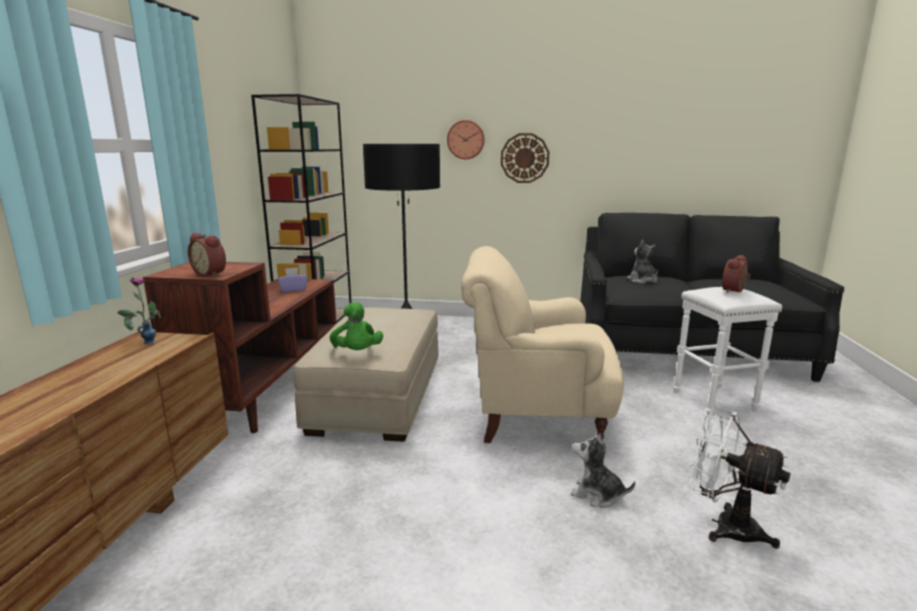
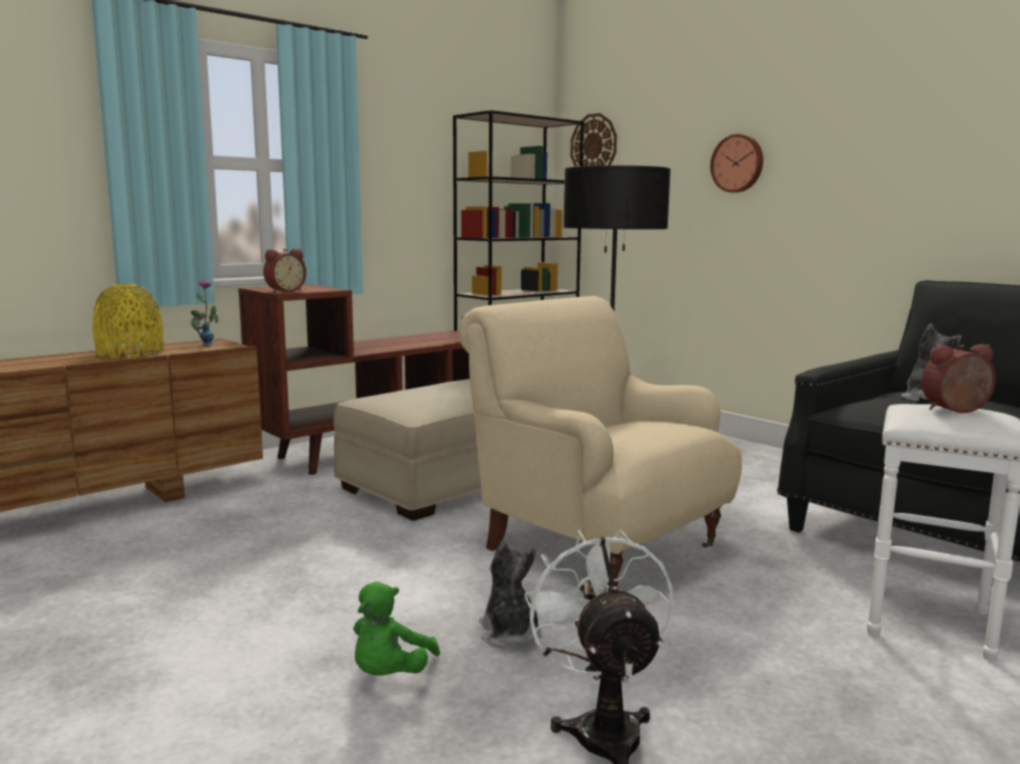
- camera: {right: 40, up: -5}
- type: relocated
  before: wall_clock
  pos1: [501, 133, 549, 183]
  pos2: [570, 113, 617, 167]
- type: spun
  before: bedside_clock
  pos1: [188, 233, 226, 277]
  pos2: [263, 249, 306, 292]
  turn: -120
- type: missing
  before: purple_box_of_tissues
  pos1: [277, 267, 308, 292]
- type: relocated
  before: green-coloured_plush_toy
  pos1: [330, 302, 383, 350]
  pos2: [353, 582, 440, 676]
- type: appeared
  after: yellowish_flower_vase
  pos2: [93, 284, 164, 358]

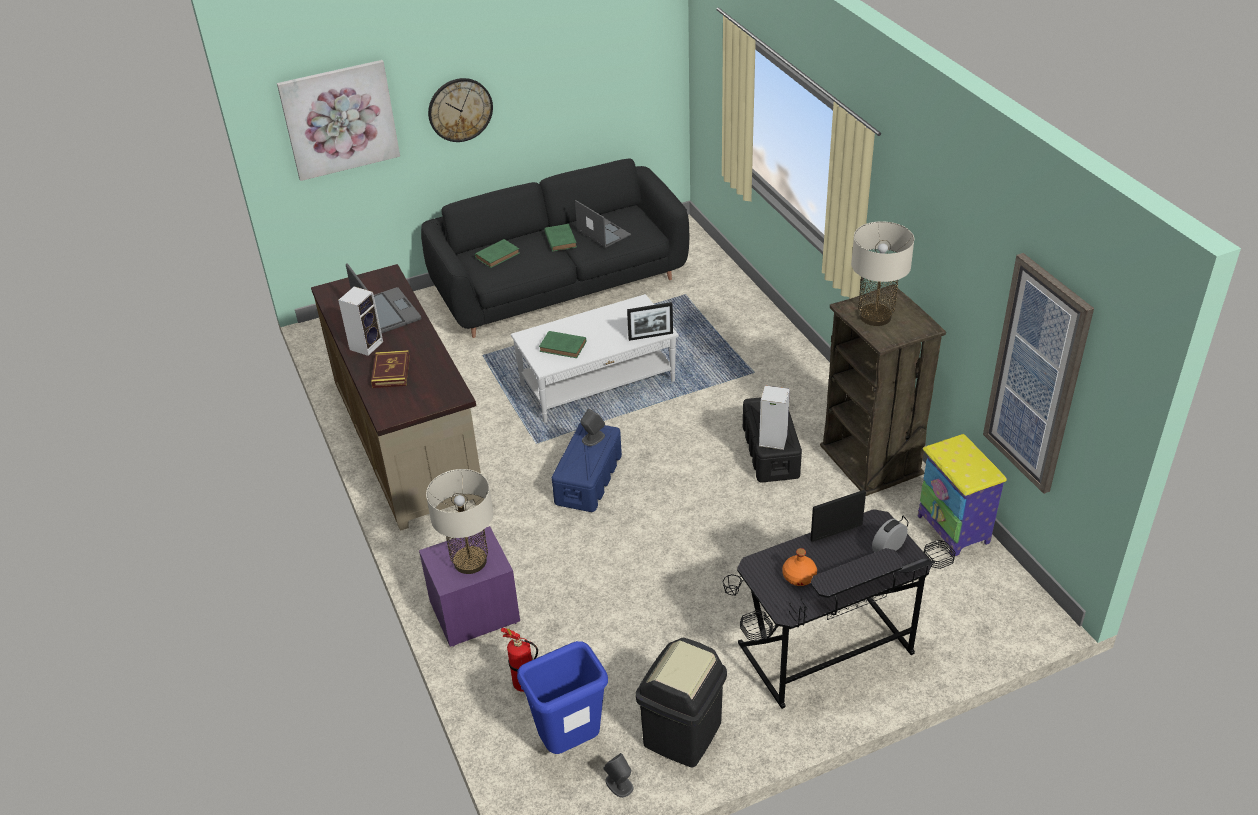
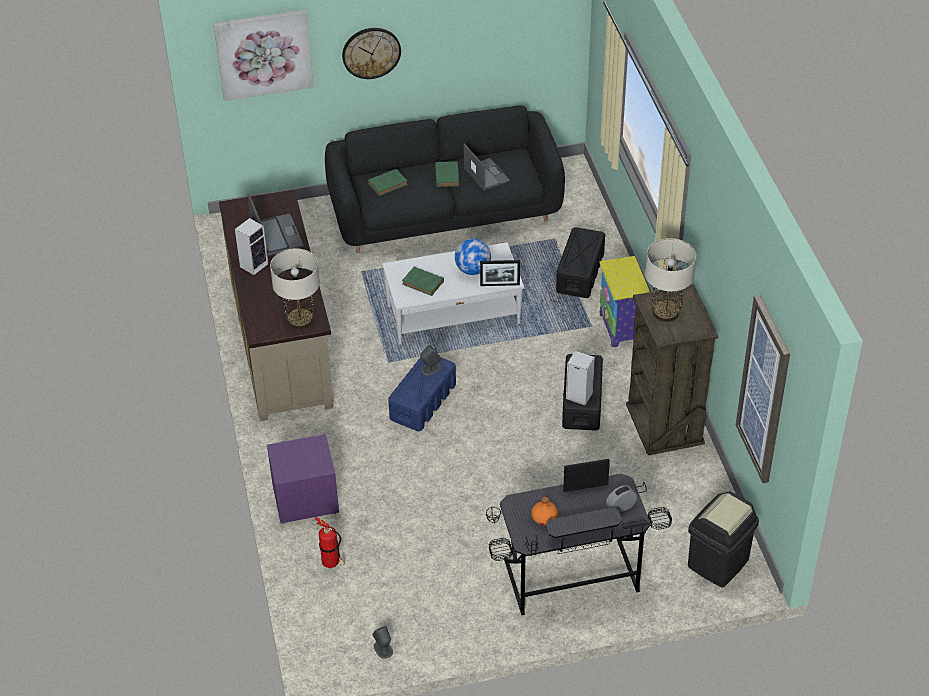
- camera: {right: 10, up: 5}
- type: missing
  before: bound_book
  pos1: [371, 350, 410, 388]
- type: relocated
  before: night_table
  pos1: [918, 434, 1007, 556]
  pos2: [599, 256, 650, 347]
- type: relocated
  before: table_lamp
  pos1: [426, 469, 493, 574]
  pos2: [270, 248, 320, 329]
- type: relocated
  before: black_waste_bin
  pos1: [636, 638, 727, 767]
  pos2: [688, 491, 759, 587]
- type: missing
  before: blue_waste_bin
  pos1: [517, 641, 608, 754]
- type: appeared
  after: black_storage_container
  pos2: [556, 227, 605, 298]
- type: appeared
  after: world_globe
  pos2: [455, 238, 491, 275]

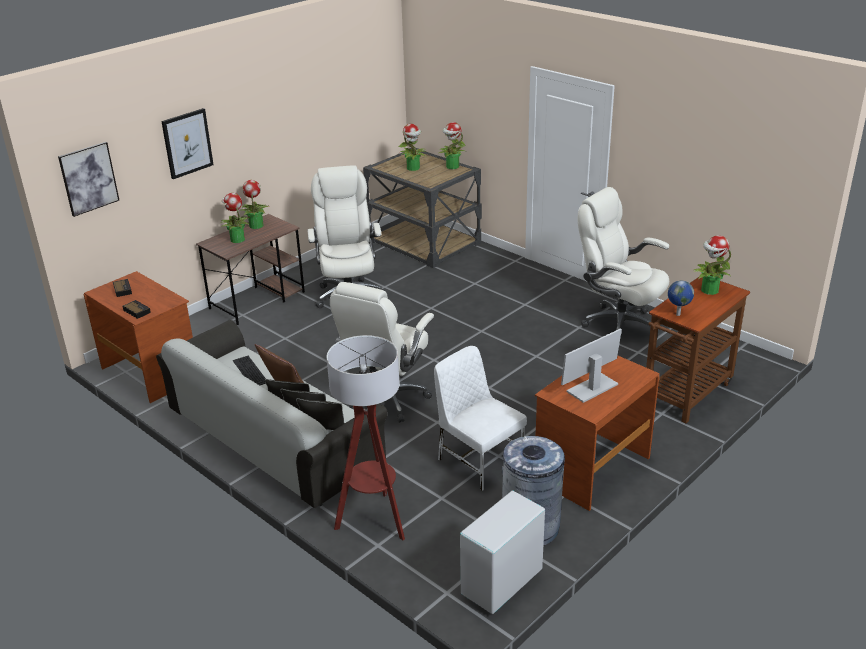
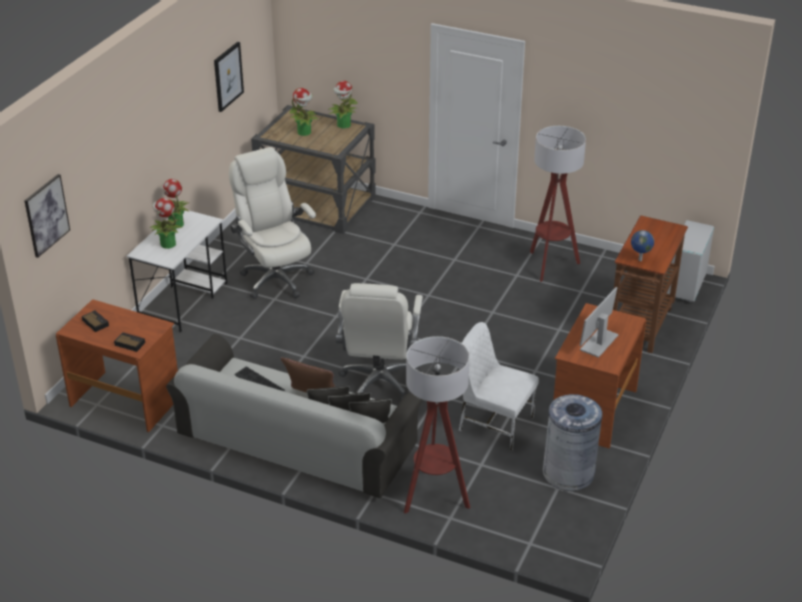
- camera: {right: -20, up: 5}
- type: relocated
  before: wall_picture
  pos1: [161, 108, 214, 179]
  pos2: [214, 42, 244, 112]
- type: exchanged
  before: whitish_desk_chair
  after: standard_lamp
  pos1: [578, 187, 669, 332]
  pos2: [530, 126, 586, 282]
- type: colour
  before: brownish_desk
  after: whitish_desk
  pos1: [196, 214, 305, 325]
  pos2: [127, 210, 227, 333]
- type: missing
  before: potted_plant
  pos1: [694, 235, 731, 295]
- type: relocated
  before: whitish_night_table
  pos1: [460, 491, 545, 614]
  pos2: [666, 220, 714, 302]

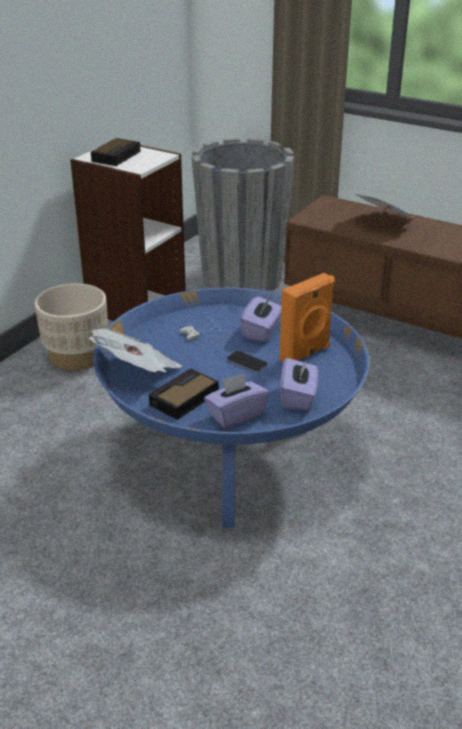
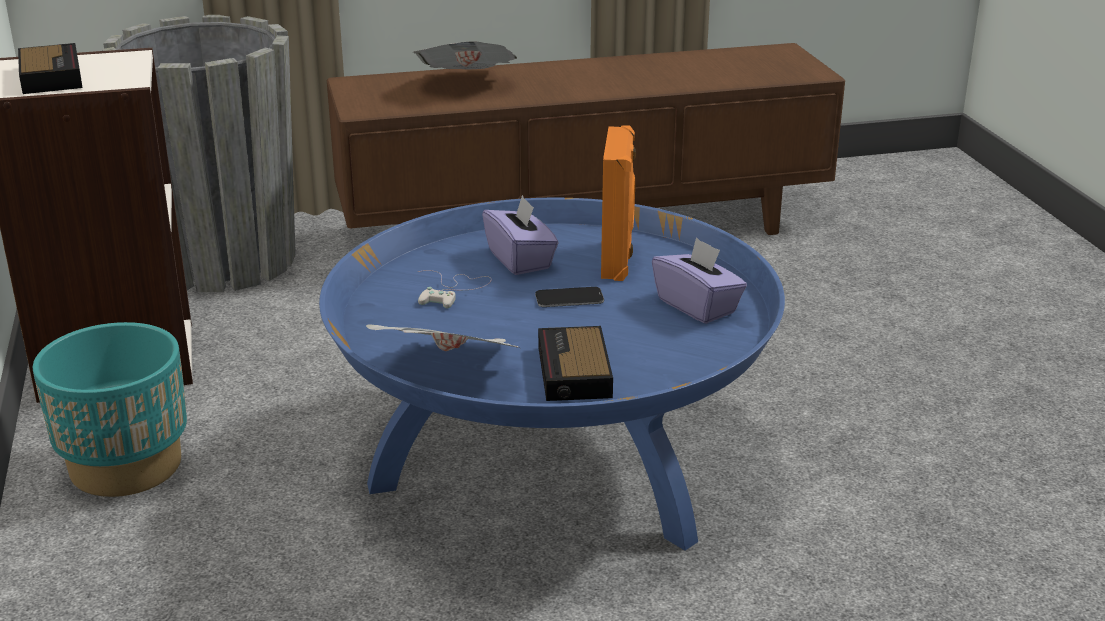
- camera: {right: -45, up: -5}
- type: colour
  before: beige-coloured_plant_pot
  after: turquoise-coloured_plant_pot
  pos1: [35, 283, 108, 370]
  pos2: [33, 322, 187, 497]
- type: missing
  before: purple_box_of_tissues
  pos1: [204, 373, 269, 429]

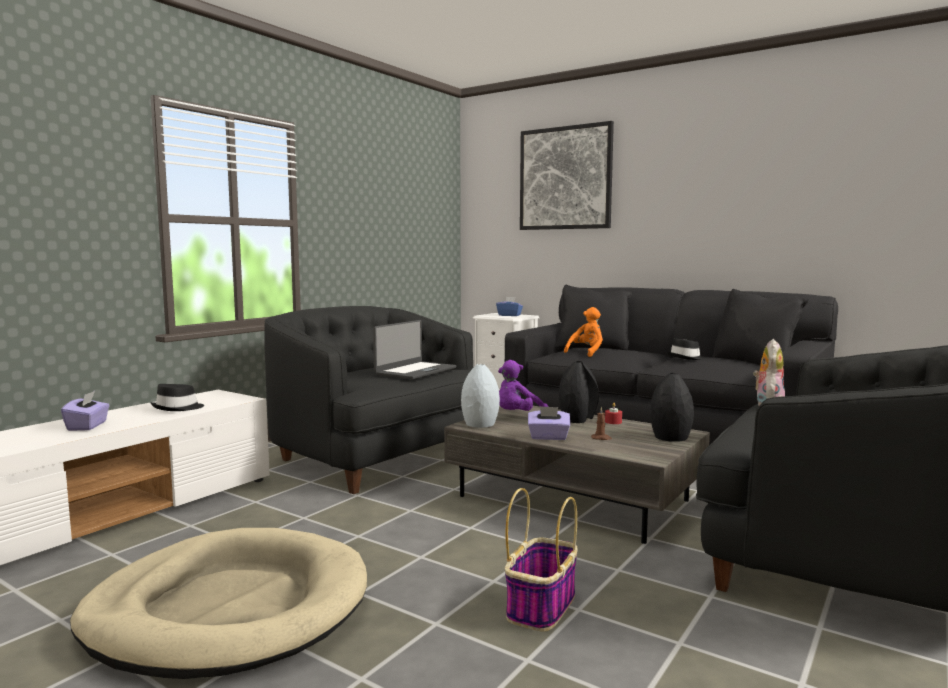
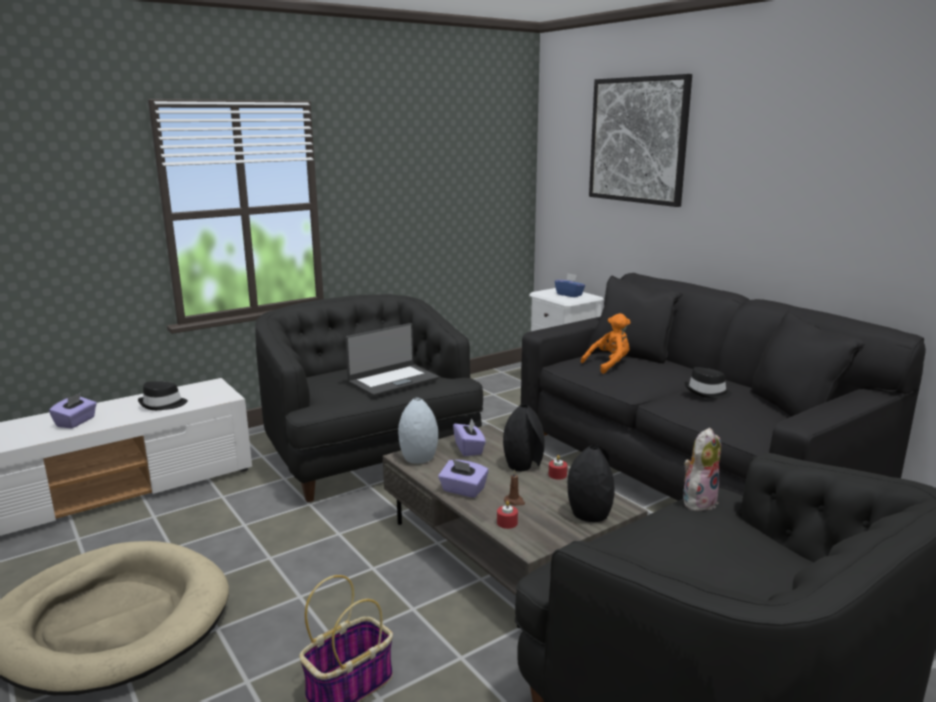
- camera: {right: 20, up: 10}
- type: exchanged
  before: purple_plush_toy
  after: purple_box_of_tissues
  pos1: [498, 360, 548, 411]
  pos2: [453, 418, 486, 456]
- type: appeared
  after: red_wax_light
  pos2: [497, 501, 518, 529]

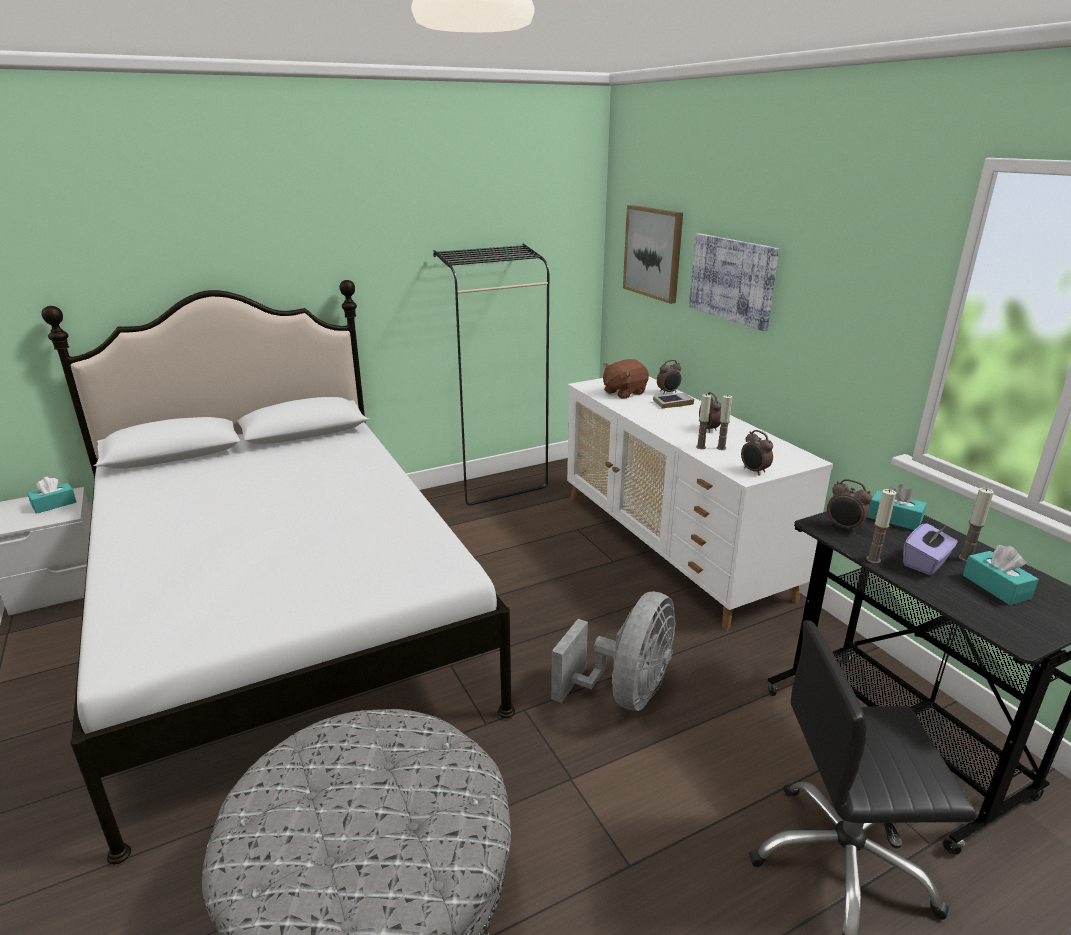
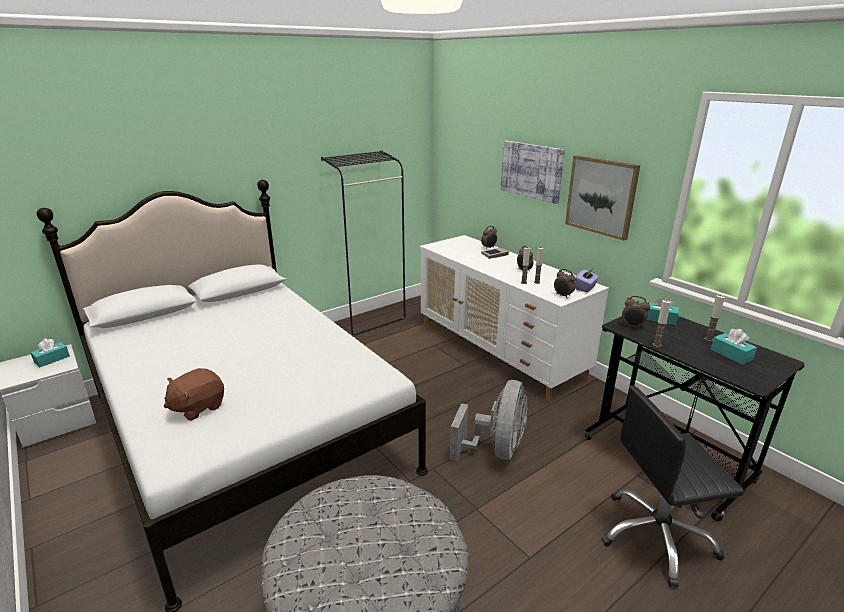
- camera: {right: -10, up: 0}
- type: relocated
  before: wall_picture
  pos1: [623, 205, 683, 304]
  pos2: [565, 155, 640, 241]
- type: relocated
  before: brownish_plush_toy
  pos1: [603, 359, 649, 399]
  pos2: [164, 368, 224, 421]
- type: relocated
  before: purple_box_of_tissues
  pos1: [903, 523, 958, 575]
  pos2: [575, 269, 599, 292]

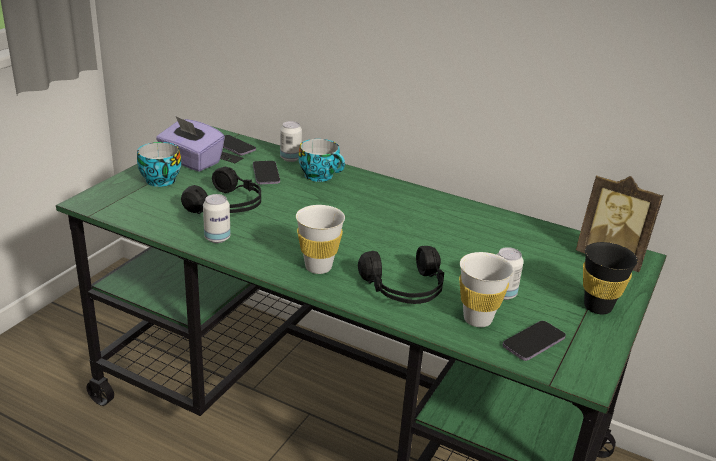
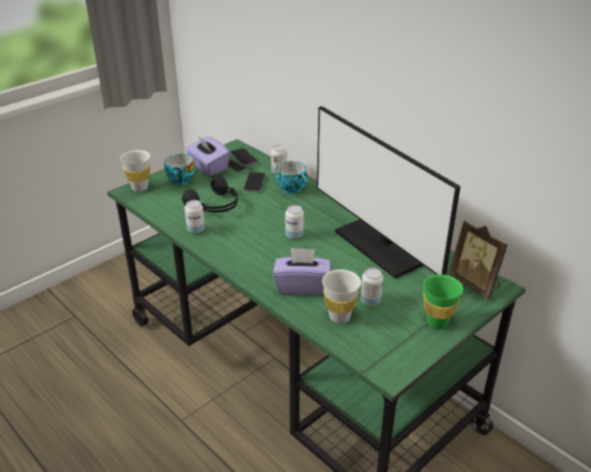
- camera: {right: 20, up: 5}
- type: relocated
  before: whitish_drinking_cup
  pos1: [296, 205, 345, 274]
  pos2: [120, 150, 150, 192]
- type: colour
  before: black_drinking_cup
  after: green-coloured_drinking_cup
  pos1: [583, 242, 638, 314]
  pos2: [423, 274, 463, 329]
- type: exchanged
  before: black_headphones
  after: purple_box_of_tissues
  pos1: [358, 246, 444, 304]
  pos2: [273, 248, 331, 296]
- type: missing
  before: phone
  pos1: [503, 321, 566, 361]
- type: appeared
  after: computer_screen
  pos2: [317, 106, 461, 279]
- type: appeared
  after: can
  pos2: [285, 205, 304, 239]

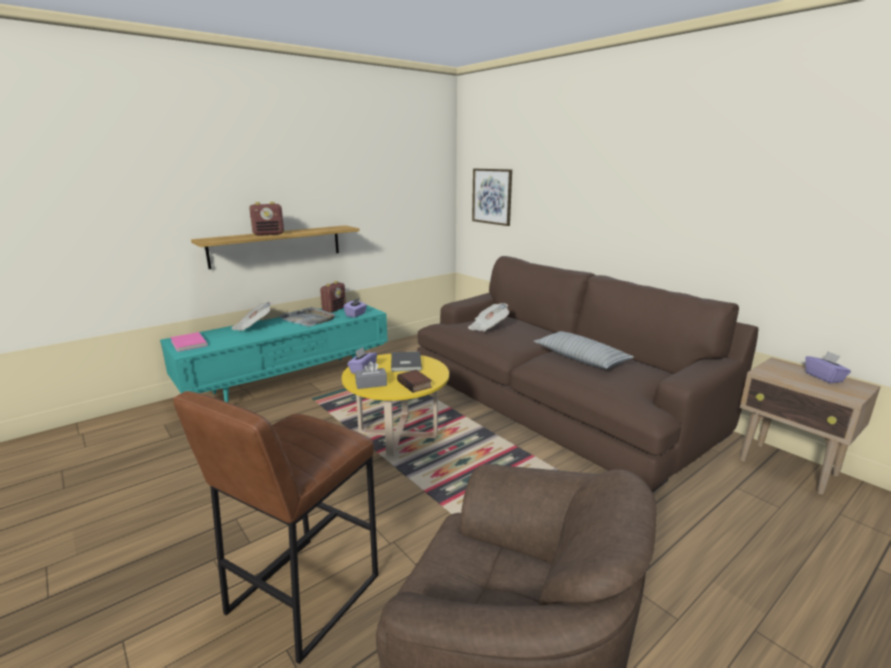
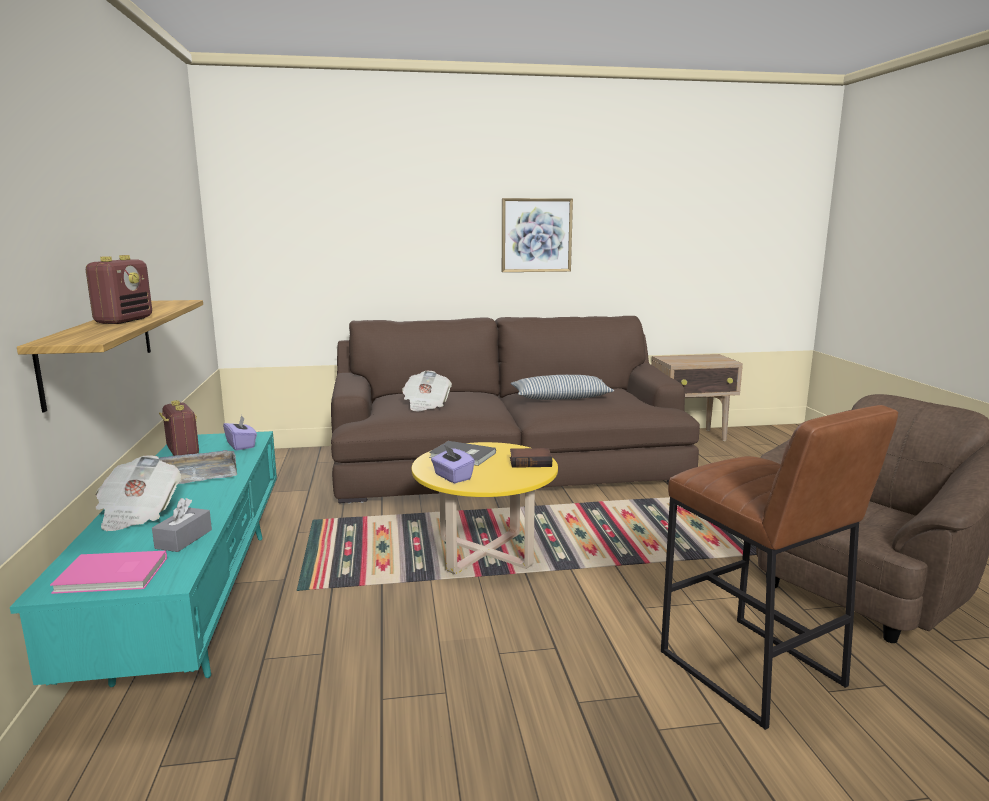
- camera: {right: -60, up: -5}
- type: relocated
  before: wall_picture
  pos1: [472, 169, 512, 226]
  pos2: [502, 198, 573, 272]
- type: missing
  before: purple_box_of_tissues
  pos1: [805, 351, 851, 383]
- type: relocated
  before: greyish_box_of_tissues
  pos1: [355, 361, 387, 389]
  pos2: [152, 498, 212, 552]

